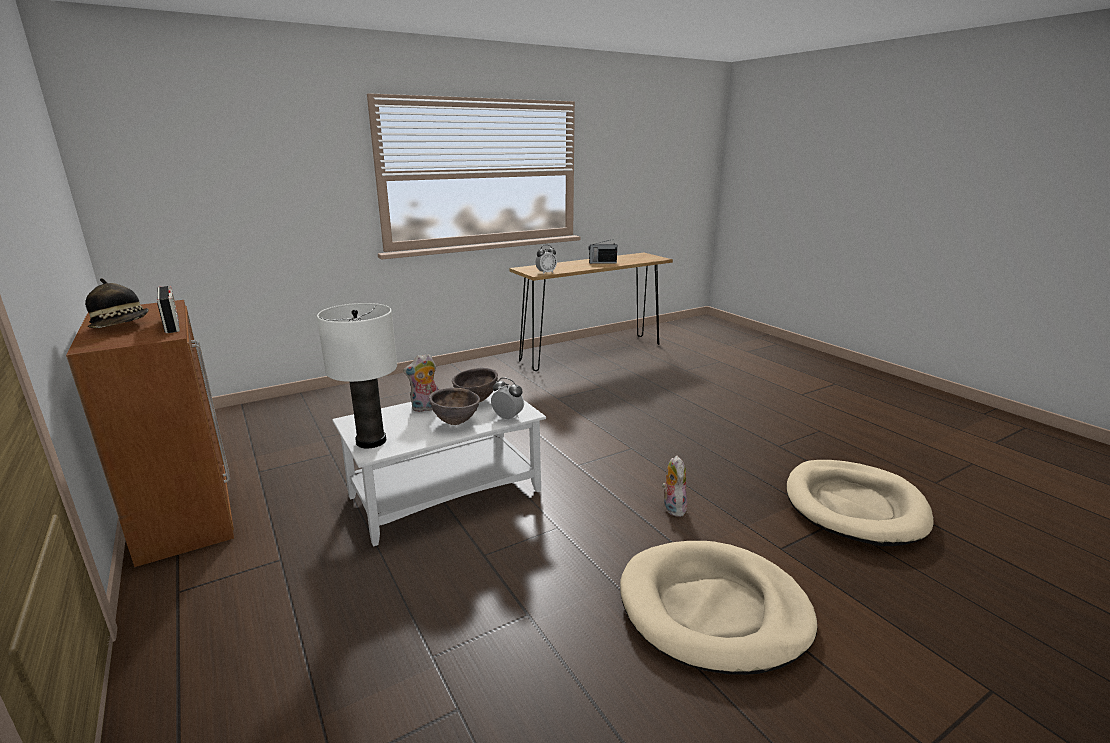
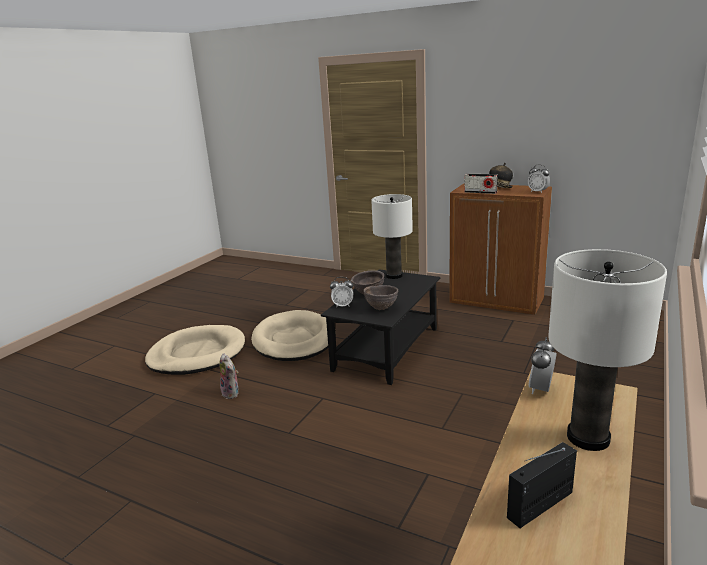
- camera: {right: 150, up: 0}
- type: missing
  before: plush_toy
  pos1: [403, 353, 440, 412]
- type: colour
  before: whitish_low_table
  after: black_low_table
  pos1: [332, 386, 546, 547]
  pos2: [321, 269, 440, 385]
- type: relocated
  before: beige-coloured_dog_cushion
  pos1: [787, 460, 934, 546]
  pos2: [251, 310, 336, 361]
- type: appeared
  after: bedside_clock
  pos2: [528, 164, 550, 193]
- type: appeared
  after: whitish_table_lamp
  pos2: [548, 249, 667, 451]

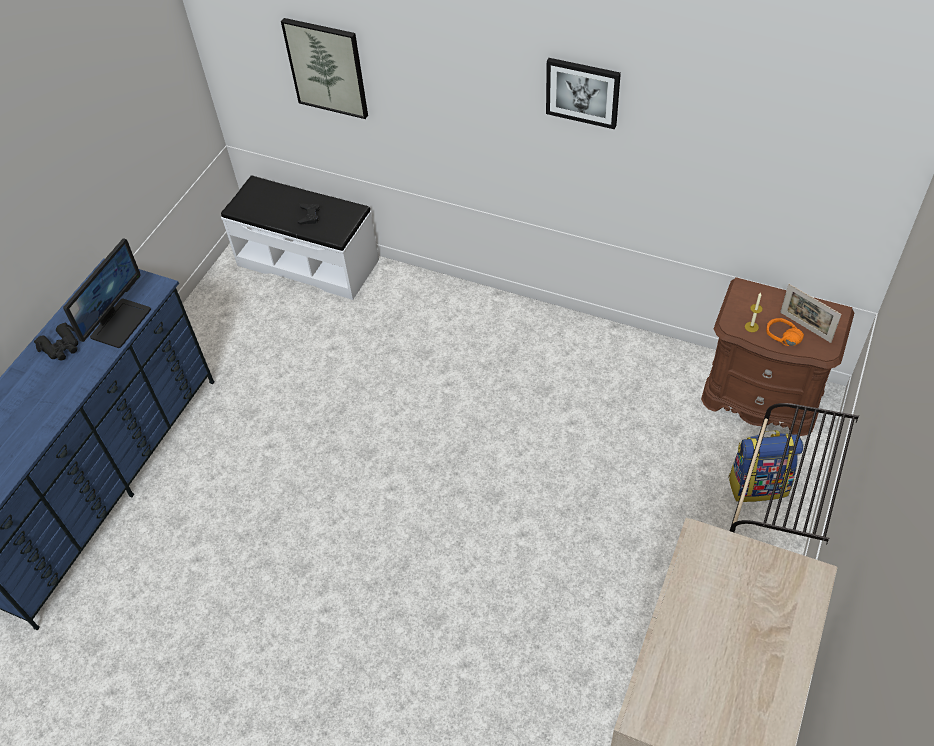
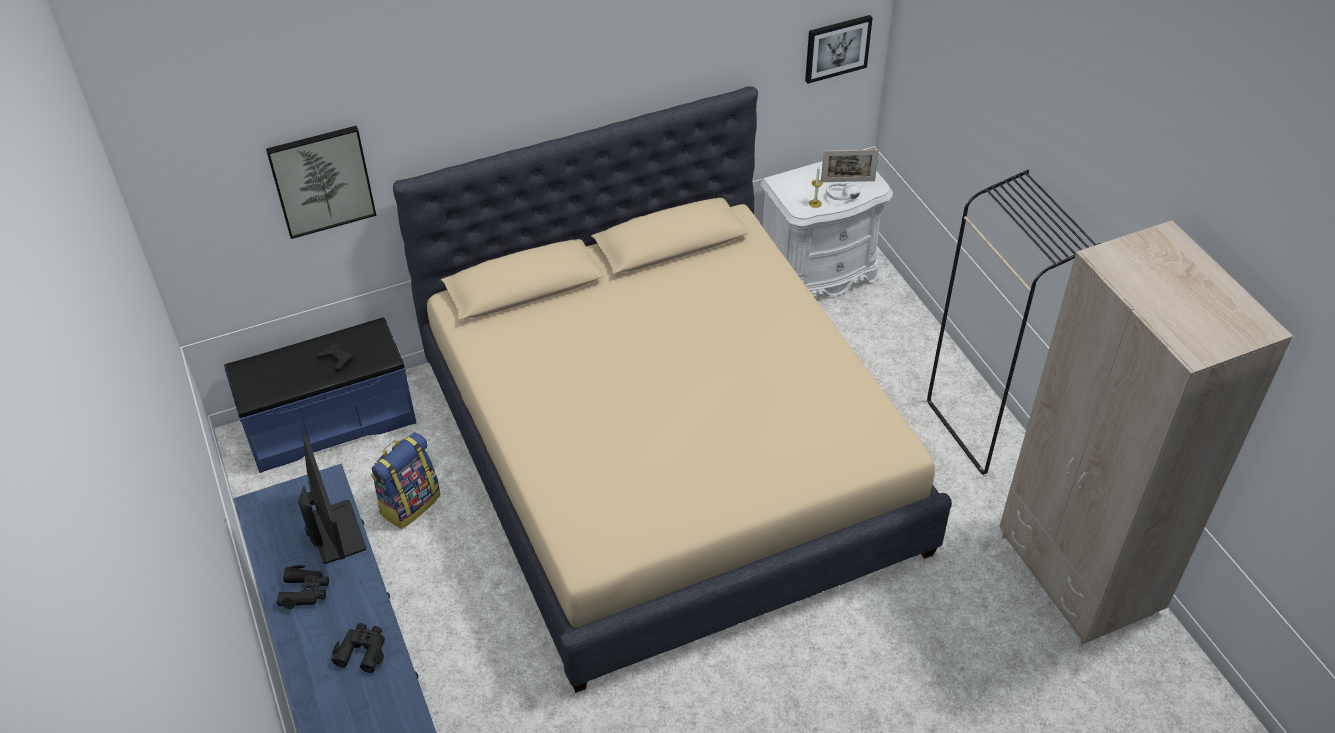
- camera: {right: -50, up: -5}
- type: relocated
  before: wall_picture
  pos1: [546, 58, 621, 129]
  pos2: [805, 15, 873, 84]
- type: colour
  before: whitish_long_seat
  after: blue_long_seat
  pos1: [221, 175, 379, 300]
  pos2: [224, 317, 416, 473]
- type: colour
  before: brownish_night_table
  after: whitish_night_table
  pos1: [701, 277, 854, 436]
  pos2: [760, 161, 893, 296]
- type: colour
  before: orangey_headphones
  after: whitish_headphones
  pos1: [766, 318, 804, 346]
  pos2: [826, 182, 861, 201]
- type: relocated
  before: backpack
  pos1: [728, 430, 803, 502]
  pos2: [371, 432, 441, 529]
- type: appeared
  after: beige-coloured_bedroom_bed
  pos2: [393, 86, 952, 693]
- type: appeared
  after: black_binoculars
  pos2: [331, 623, 385, 673]

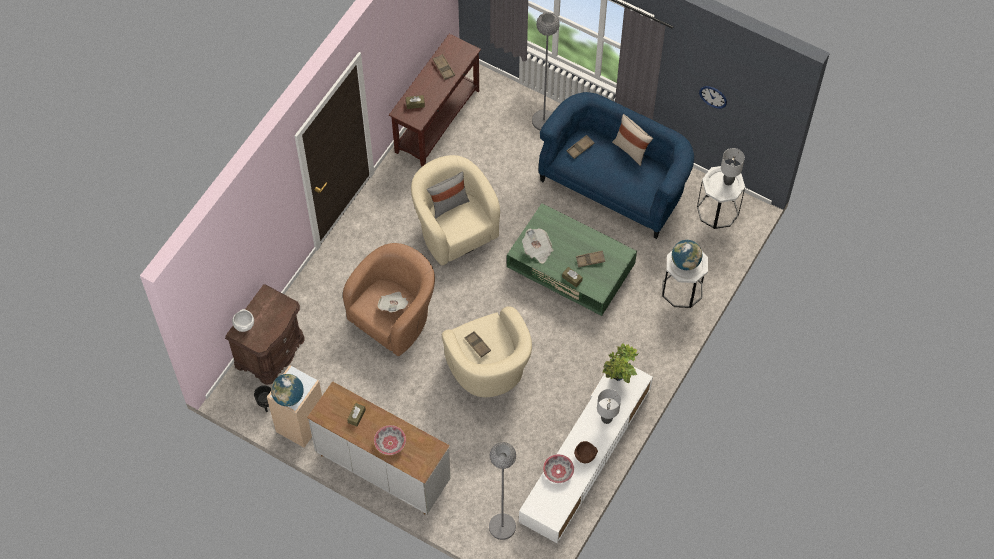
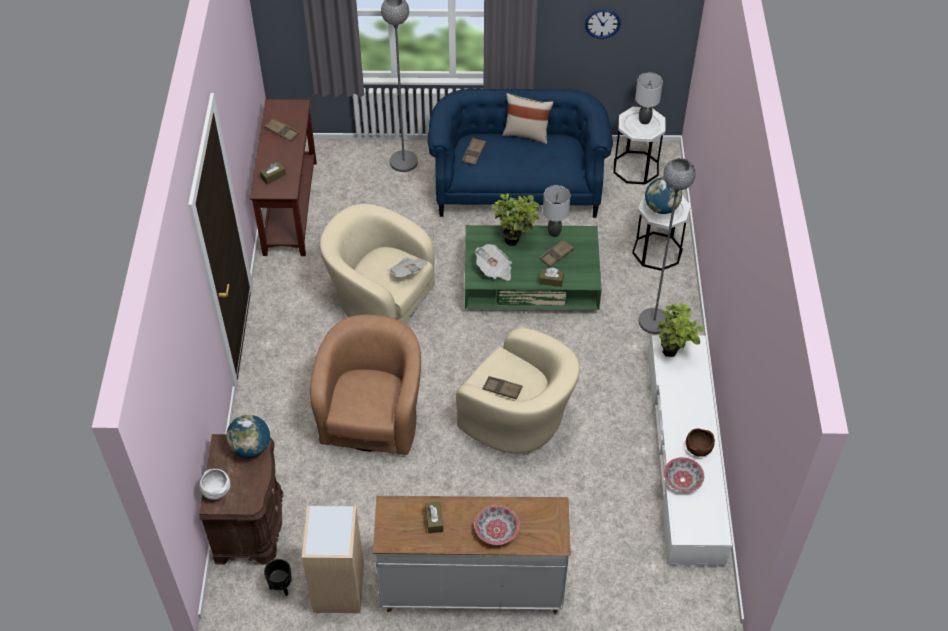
- camera: {right: -30, up: -10}
- type: missing
  before: greyish_cushion
  pos1: [427, 171, 470, 219]
- type: relocated
  before: daily_paper
  pos1: [377, 292, 409, 313]
  pos2: [389, 257, 428, 277]
- type: relocated
  before: world_globe
  pos1: [271, 374, 304, 406]
  pos2: [226, 415, 270, 458]
- type: relocated
  before: greyish_table_lamp
  pos1: [597, 389, 621, 424]
  pos2: [543, 185, 570, 237]
- type: relocated
  before: greyish_standard_lamp
  pos1: [489, 442, 516, 540]
  pos2: [639, 158, 696, 334]
- type: appeared
  after: potted_plant
  pos2: [493, 194, 540, 246]

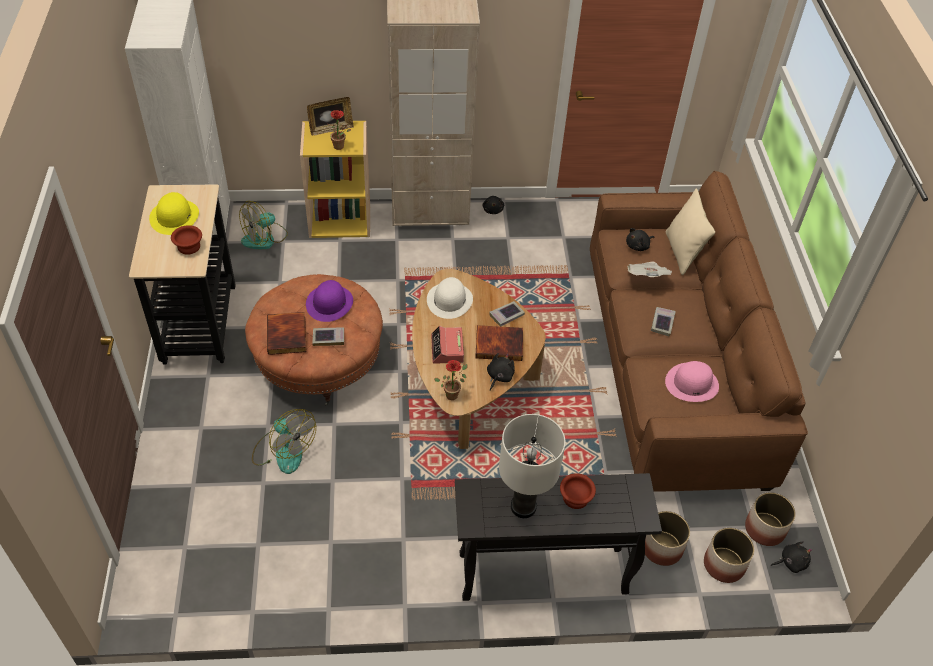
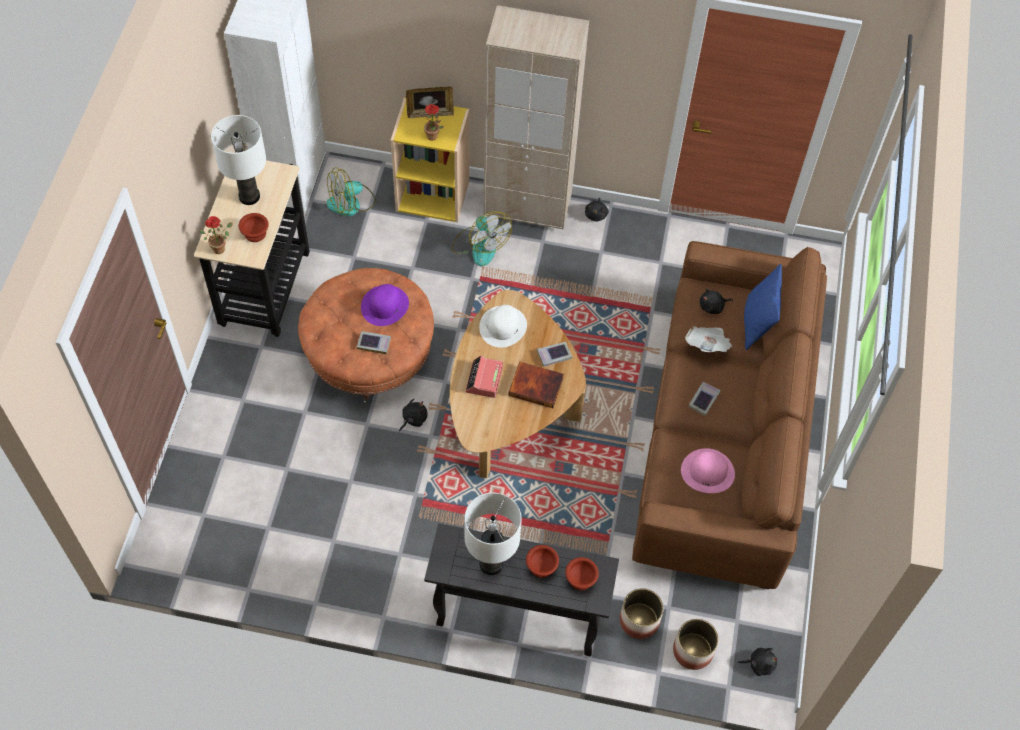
- camera: {right: 15, up: 10}
- type: colour
  before: beige-coloured_cushion
  after: blue_cushion
  pos1: [666, 189, 715, 275]
  pos2: [744, 264, 782, 350]
- type: exchanged
  before: yellowish_hat
  after: whitish_table_lamp
  pos1: [149, 192, 199, 235]
  pos2: [211, 115, 266, 205]
- type: missing
  before: bound_book
  pos1: [267, 312, 306, 355]
- type: relocated
  before: black_plush_toy
  pos1: [487, 353, 515, 390]
  pos2: [399, 399, 427, 431]
- type: relocated
  before: potted_plant
  pos1: [434, 360, 468, 400]
  pos2: [199, 216, 232, 254]
- type: relocated
  before: electric_fan
  pos1: [252, 409, 316, 474]
  pos2: [451, 211, 512, 266]
- type: missing
  before: plant_pot
  pos1: [745, 492, 796, 546]
- type: appeared
  after: brownish_bowl
  pos2: [565, 557, 599, 590]

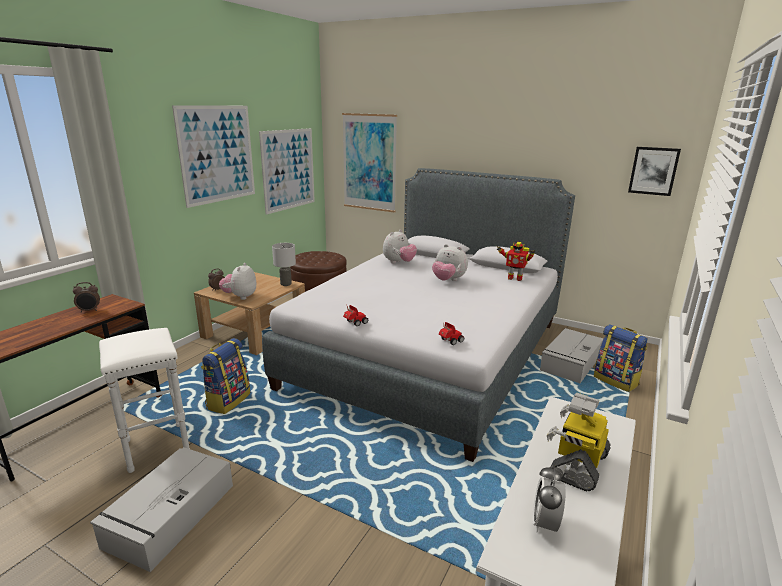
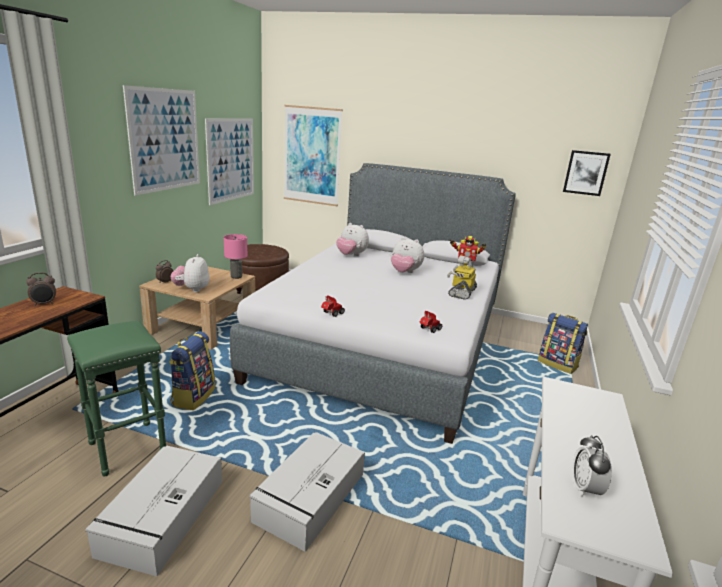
- camera: {right: -10, up: 0}
- type: spun
  before: plush_toy
  pos1: [383, 229, 417, 263]
  pos2: [336, 223, 369, 256]
  turn: 90
- type: colour
  before: whitish_table_lamp
  after: pink-coloured_table_lamp
  pos1: [272, 243, 296, 286]
  pos2: [224, 234, 247, 279]
- type: colour
  before: whitish_stool_seat
  after: green-coloured_stool_seat
  pos1: [99, 328, 190, 473]
  pos2: [67, 321, 166, 476]
- type: relocated
  before: greyish_storage_container
  pos1: [540, 328, 603, 383]
  pos2: [249, 432, 365, 552]
- type: relocated
  before: robot_figure
  pos1: [547, 392, 611, 491]
  pos2: [447, 256, 477, 300]

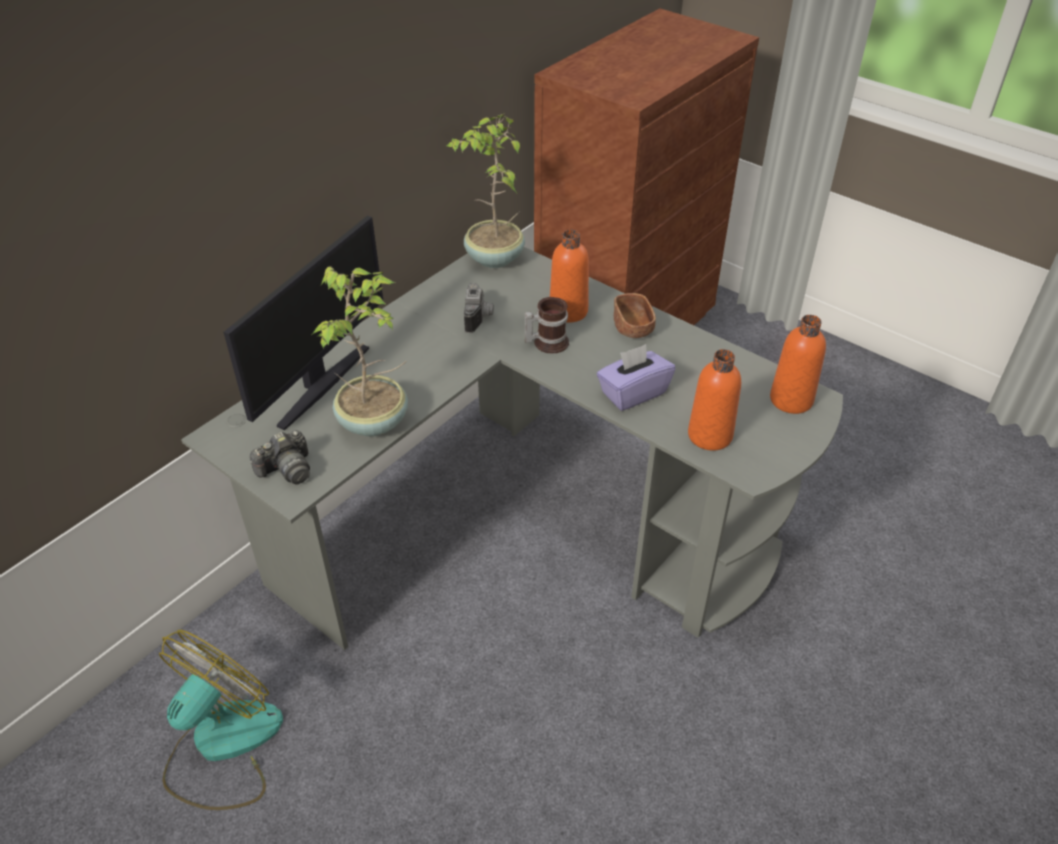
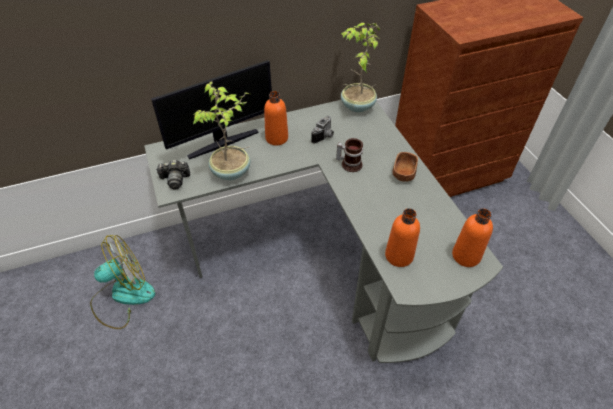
- camera: {right: 30, up: 5}
- type: relocated
  before: orangey_drink_bottle
  pos1: [550, 229, 589, 323]
  pos2: [264, 91, 288, 146]
- type: missing
  before: purple_box_of_tissues
  pos1: [597, 344, 675, 411]

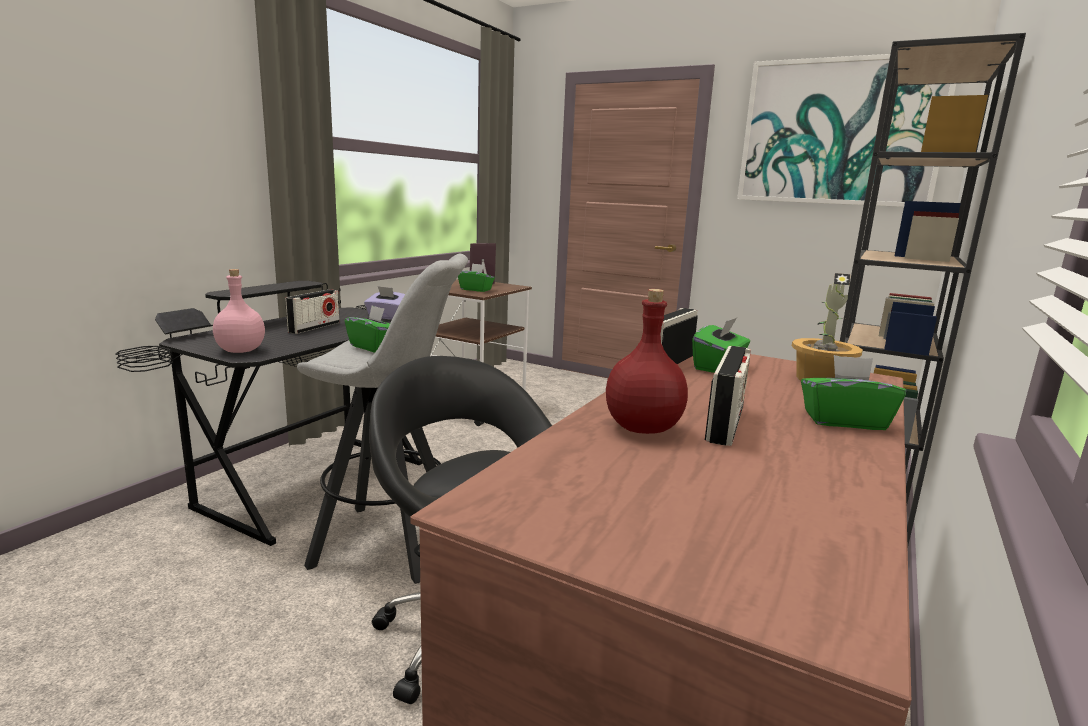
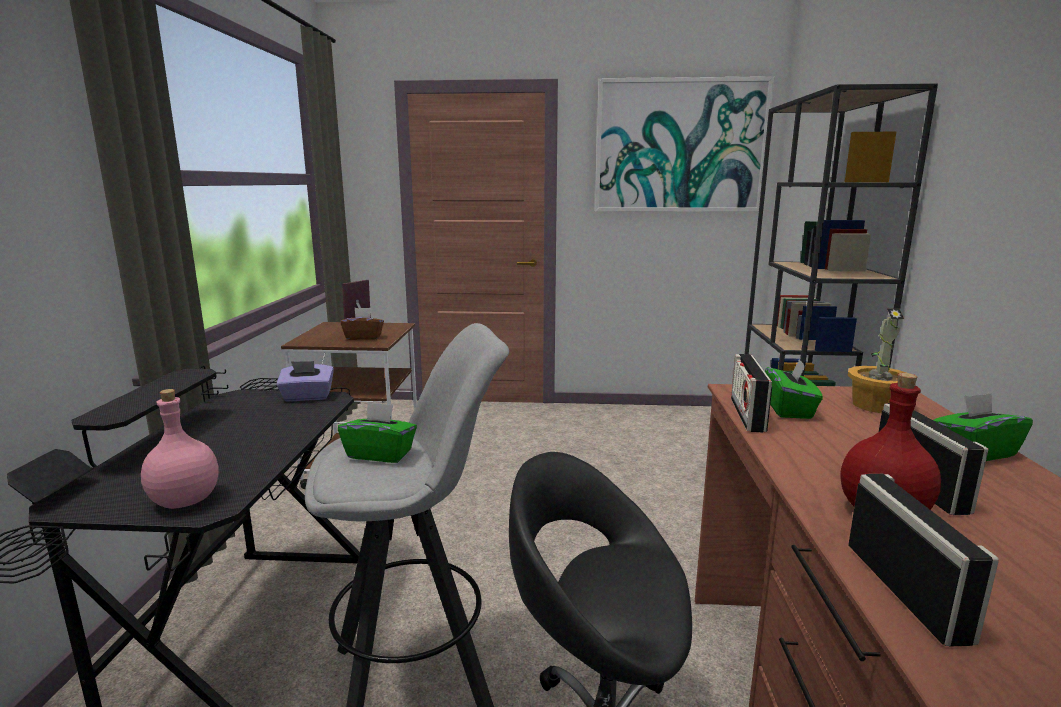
- camera: {right: -25, up: 0}
- type: colour
  before: green-coloured_box_of_tissues
  after: brownish_box_of_tissues
  pos1: [458, 263, 495, 292]
  pos2: [340, 308, 384, 340]
- type: relocated
  before: radio_receiver
  pos1: [285, 289, 340, 334]
  pos2: [848, 474, 999, 647]

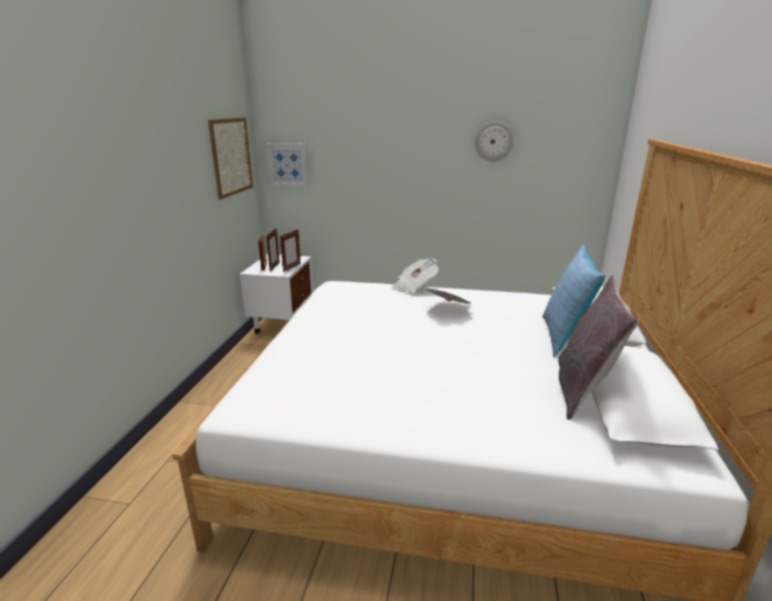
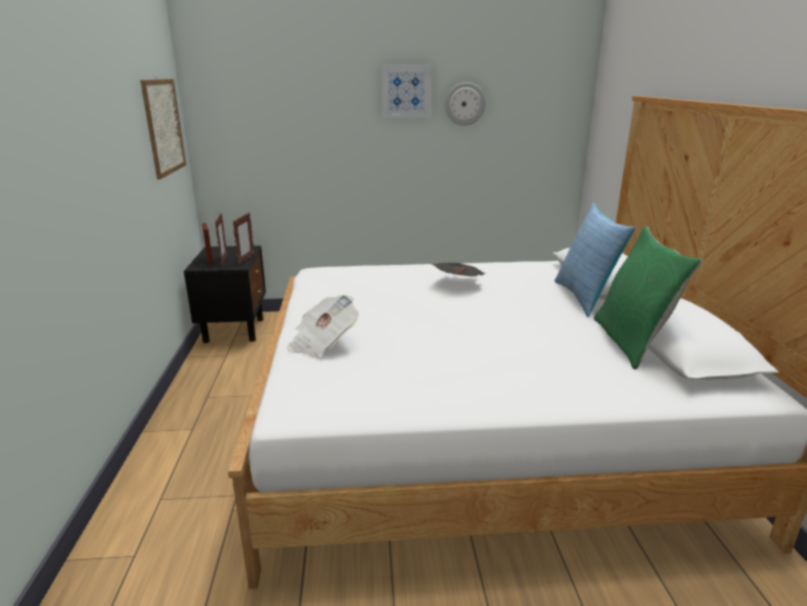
- camera: {right: -15, up: 0}
- type: relocated
  before: wall_picture
  pos1: [266, 143, 309, 187]
  pos2: [381, 64, 432, 118]
- type: colour
  before: whitish_night_table
  after: black_night_table
  pos1: [240, 254, 313, 333]
  pos2: [184, 246, 266, 343]
- type: relocated
  before: daily_paper
  pos1: [392, 258, 439, 293]
  pos2: [287, 295, 359, 355]
- type: colour
  before: greyish_cushion
  after: green-coloured_cushion
  pos1: [558, 275, 640, 420]
  pos2: [594, 226, 702, 369]

